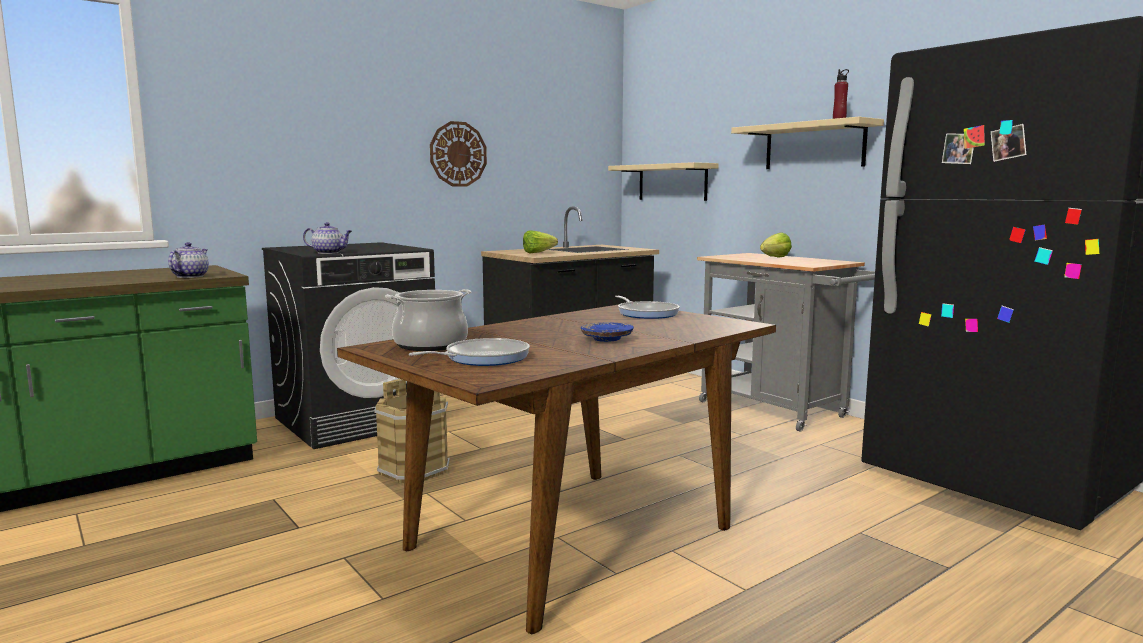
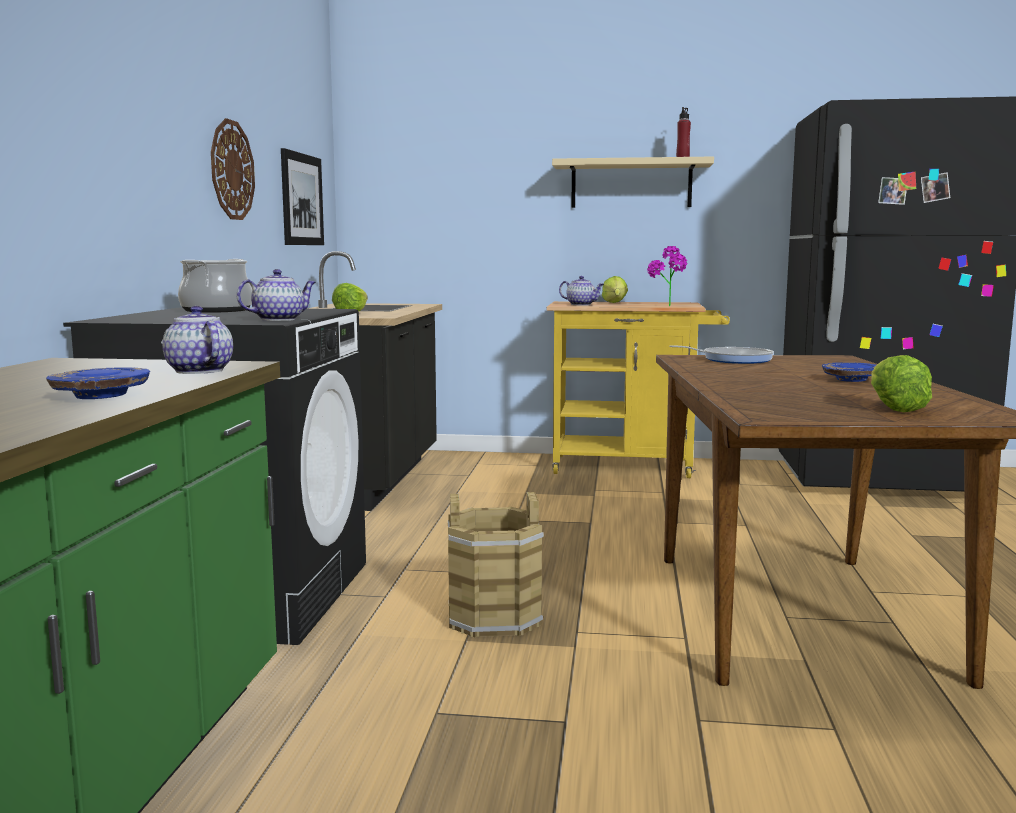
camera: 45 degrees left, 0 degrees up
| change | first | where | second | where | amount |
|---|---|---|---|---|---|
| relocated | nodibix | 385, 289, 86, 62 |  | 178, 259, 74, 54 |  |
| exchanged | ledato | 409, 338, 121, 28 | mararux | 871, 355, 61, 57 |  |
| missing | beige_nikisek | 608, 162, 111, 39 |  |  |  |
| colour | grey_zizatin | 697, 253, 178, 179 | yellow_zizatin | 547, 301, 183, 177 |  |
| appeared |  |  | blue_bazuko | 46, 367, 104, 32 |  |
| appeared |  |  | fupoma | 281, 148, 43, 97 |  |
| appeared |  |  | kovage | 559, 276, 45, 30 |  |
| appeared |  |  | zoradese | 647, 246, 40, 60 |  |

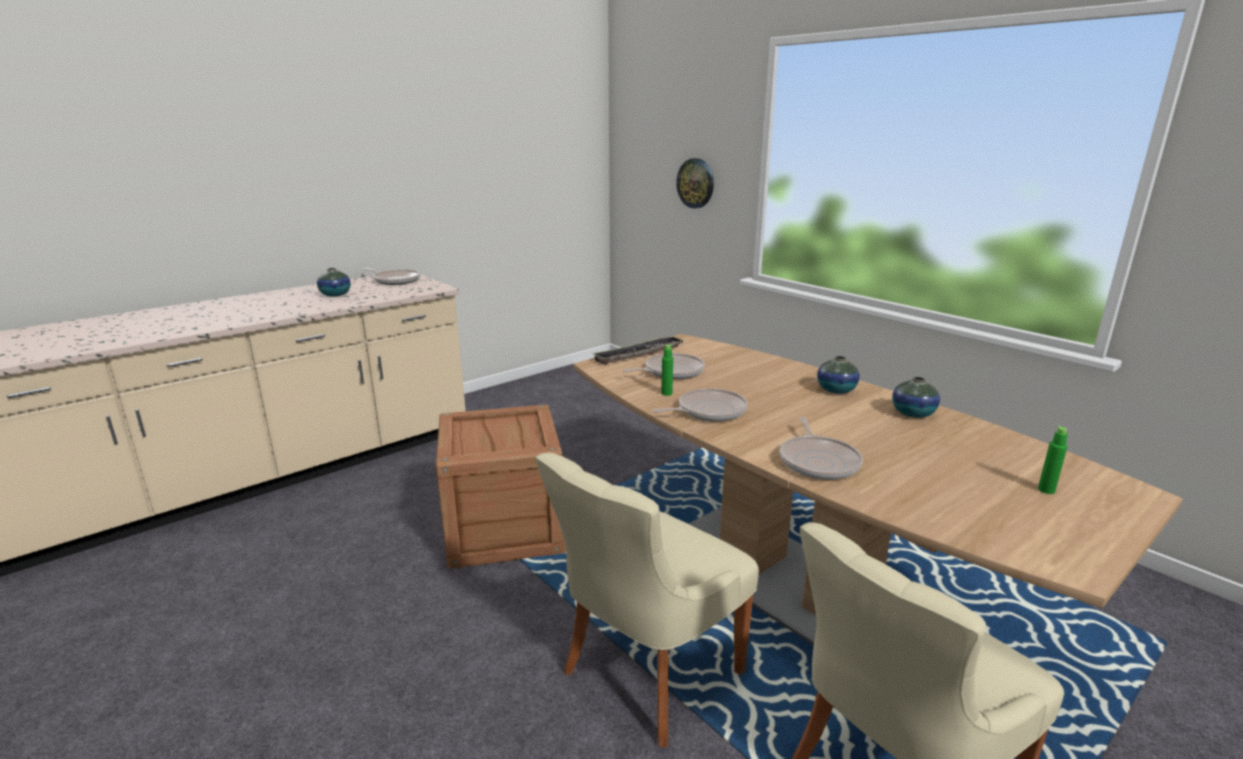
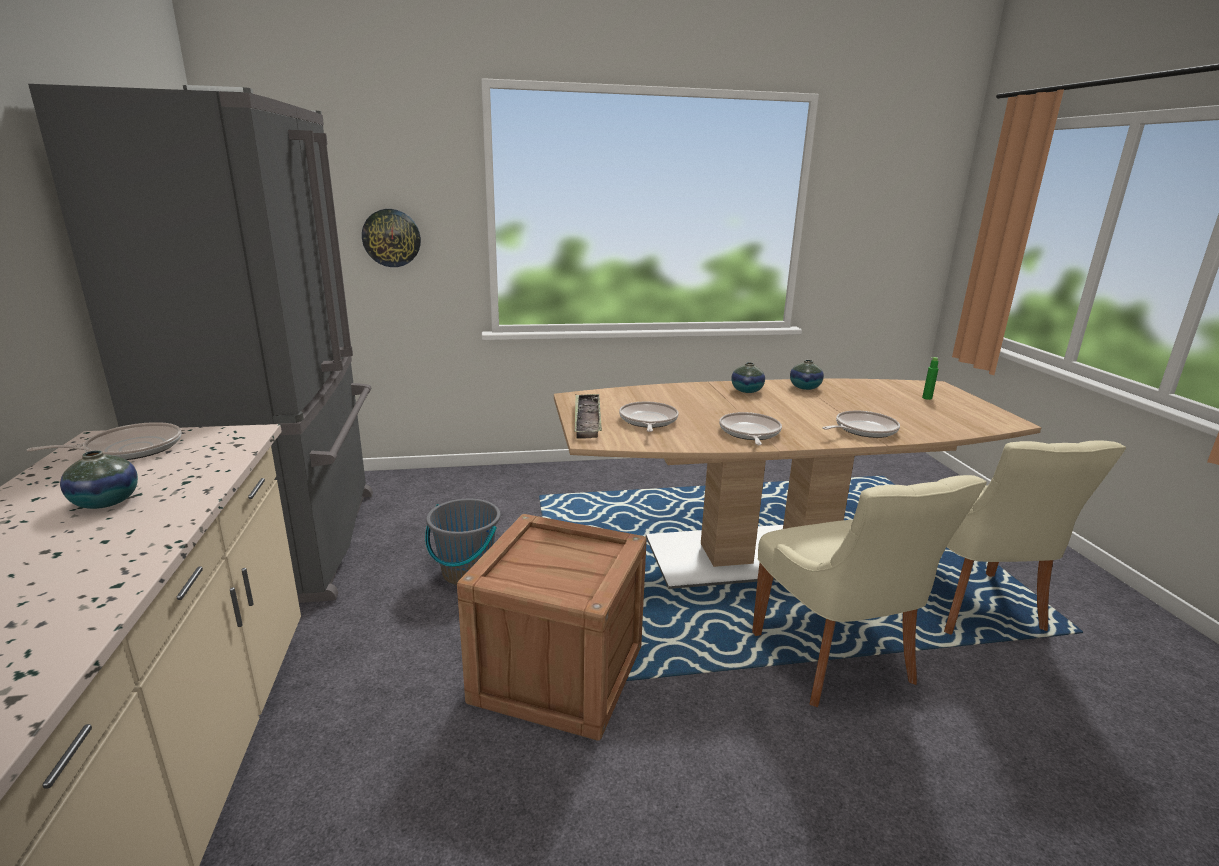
camera: 60 degrees left, 0 degrees up
| change | first | where | second | where | amount |
|---|---|---|---|---|---|
| missing | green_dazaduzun | 661, 345, 12, 51 |  |  |  |
| spun | ledato | 779, 417, 84, 63 |  | 822, 411, 78, 27 | 60 degrees counterclockwise |
| appeared |  |  | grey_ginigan | 28, 84, 345, 519 |  |
| appeared |  |  | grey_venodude | 425, 499, 76, 86 |  |

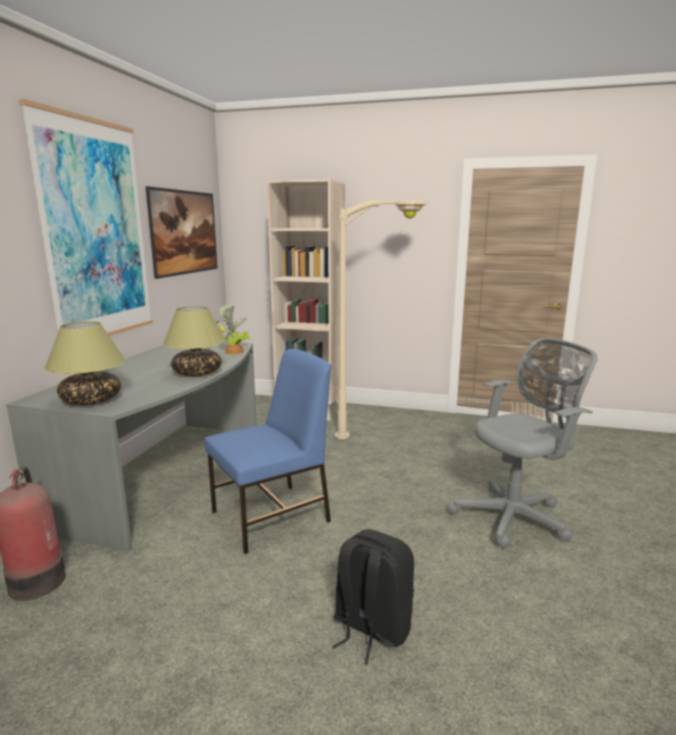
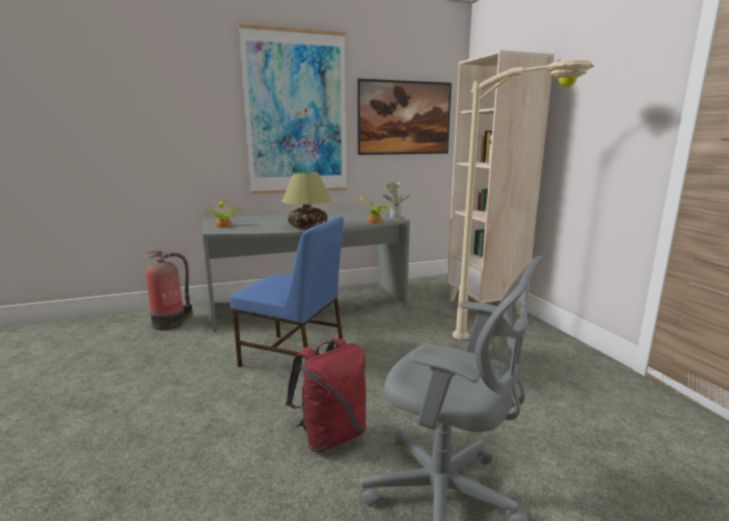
camera: 55 degrees right, 0 degrees up
| change | first | where | second | where | amount |
|---|---|---|---|---|---|
| exchanged | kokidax | 45, 321, 80, 84 | zoradese | 206, 194, 35, 34 |  |
| missing | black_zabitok | 333, 529, 81, 136 |  |  |  |
| appeared |  |  | red_zabitok | 286, 338, 80, 114 |  |

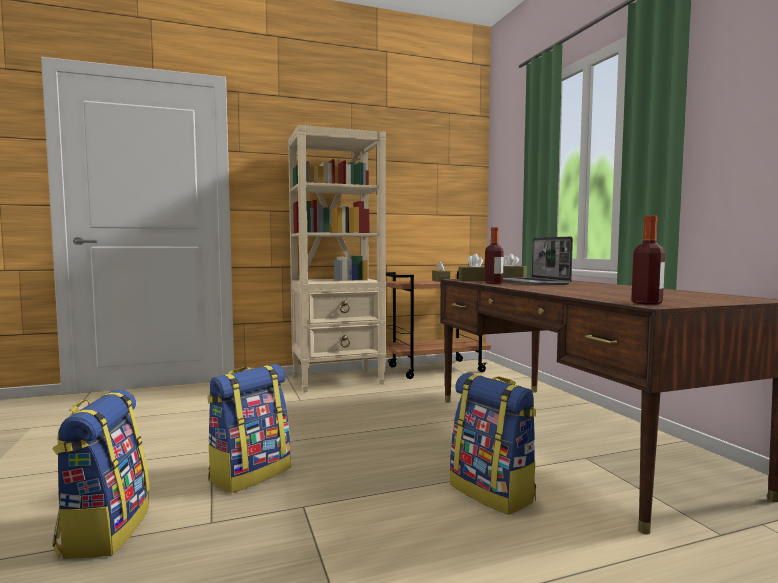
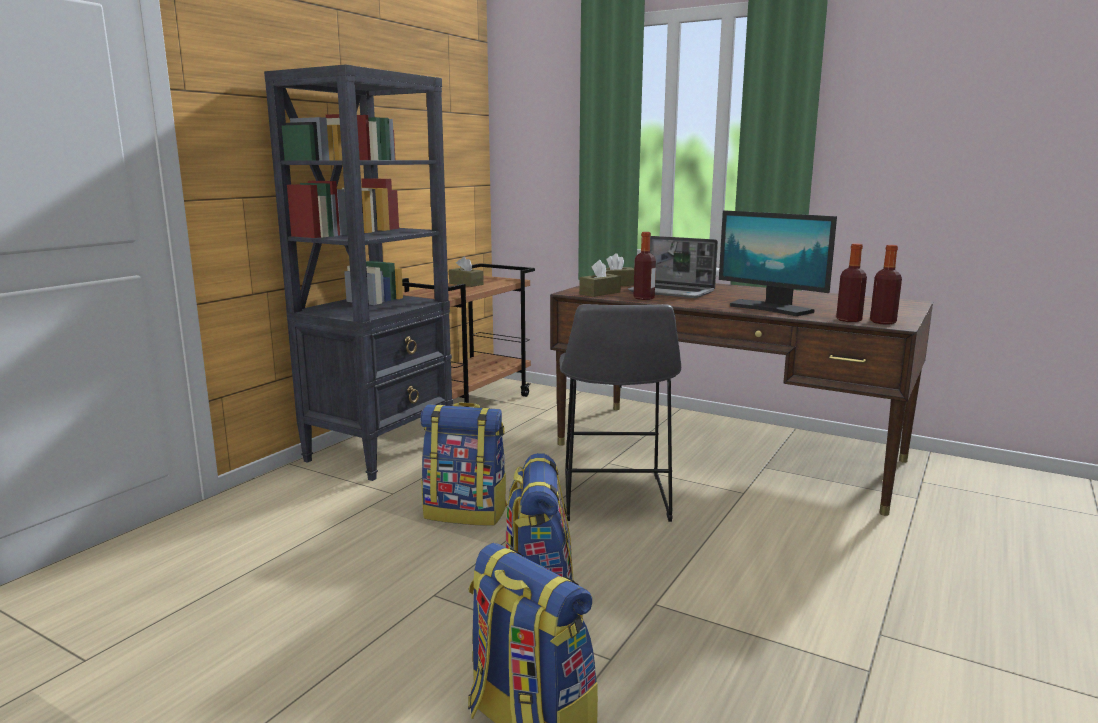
camera: 40 degrees left, 10 degrees up
| change | first | where | second | where | amount |
|---|---|---|---|---|---|
| colour | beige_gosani | 288, 125, 98, 267 | black_gosani | 264, 64, 189, 417 |  |
| relocated | zabitok | 450, 373, 87, 142 |  | 420, 402, 87, 124 |  |
| appeared |  |  | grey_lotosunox | 560, 304, 121, 218 |  |
| appeared |  |  | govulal | 719, 210, 118, 106 |  |
| appeared |  |  | dazaduzun | 836, 243, 31, 79 |  |

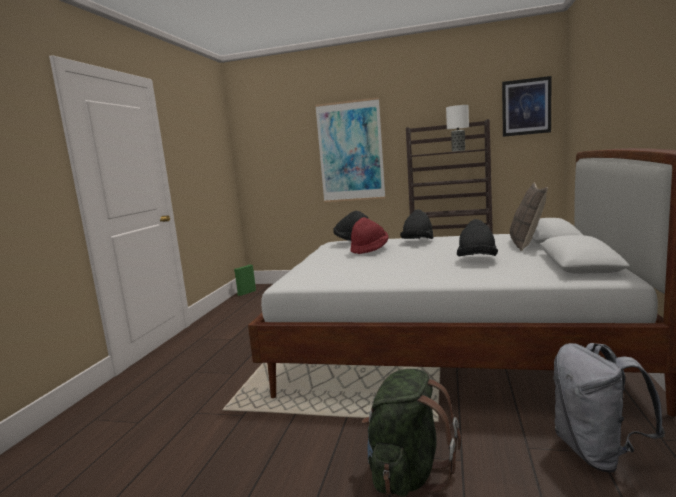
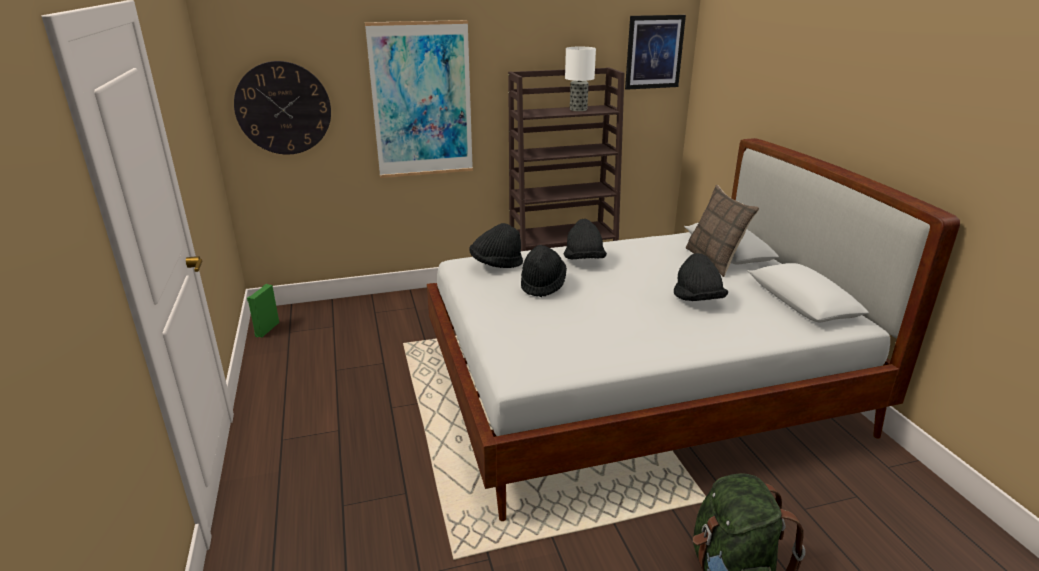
camera: 30 degrees left, 15 degrees up
| change | first | where | second | where | amount |
|---|---|---|---|---|---|
| colour | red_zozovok | 350, 217, 39, 37 | black_zozovok | 521, 245, 46, 52 |  |
| missing | grey_zabitok | 553, 343, 112, 130 |  |  |  |
| appeared |  |  | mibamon | 234, 61, 97, 94 |  |

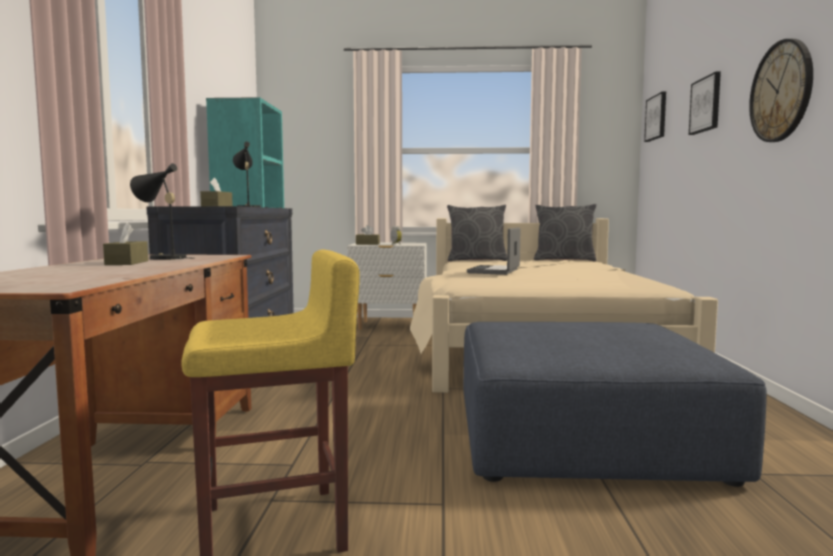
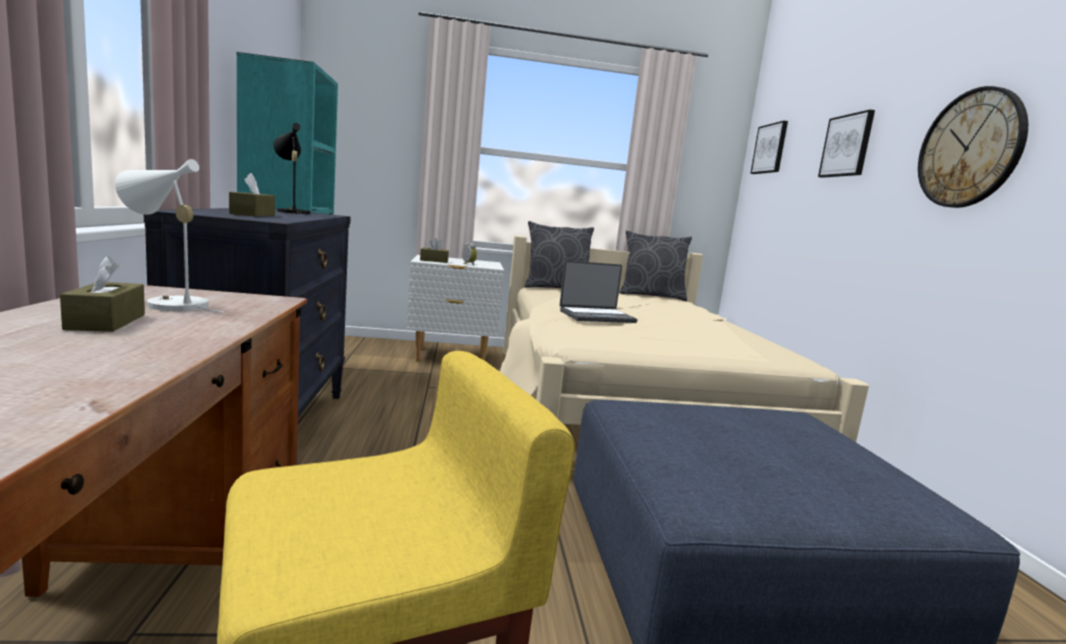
camera: 10 degrees left, 5 degrees up
| change | first | where | second | where | amount |
|---|---|---|---|---|---|
| colour | black_kokidax | 130, 163, 65, 97 | white_kokidax | 115, 159, 110, 154 |  |
| spun | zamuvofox | 467, 227, 54, 48 |  | 560, 260, 77, 63 | 120 degrees counterclockwise |

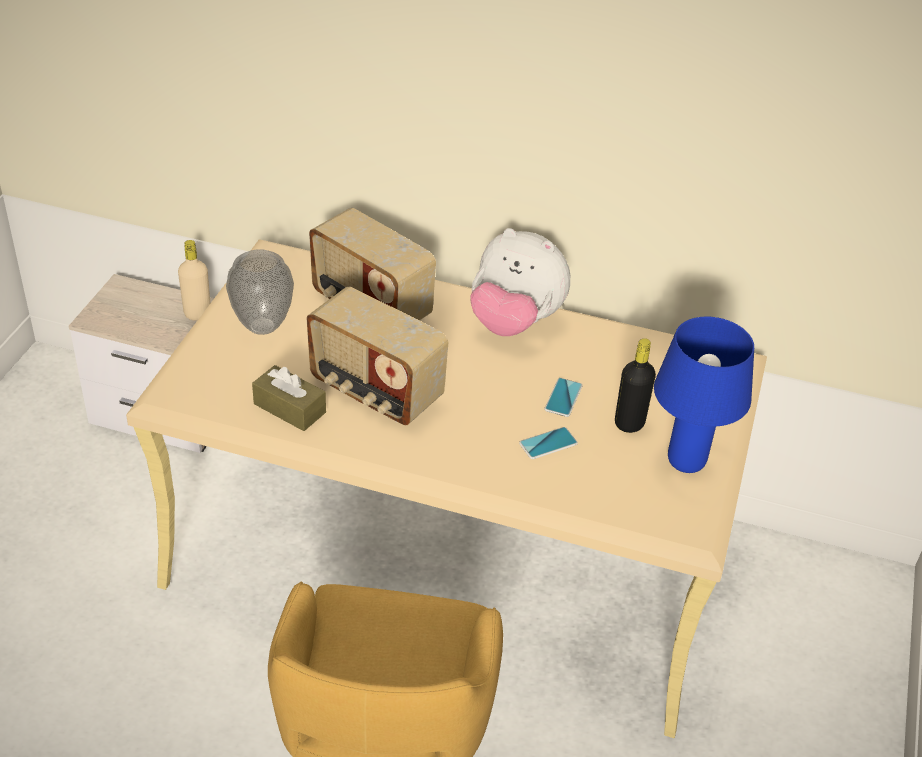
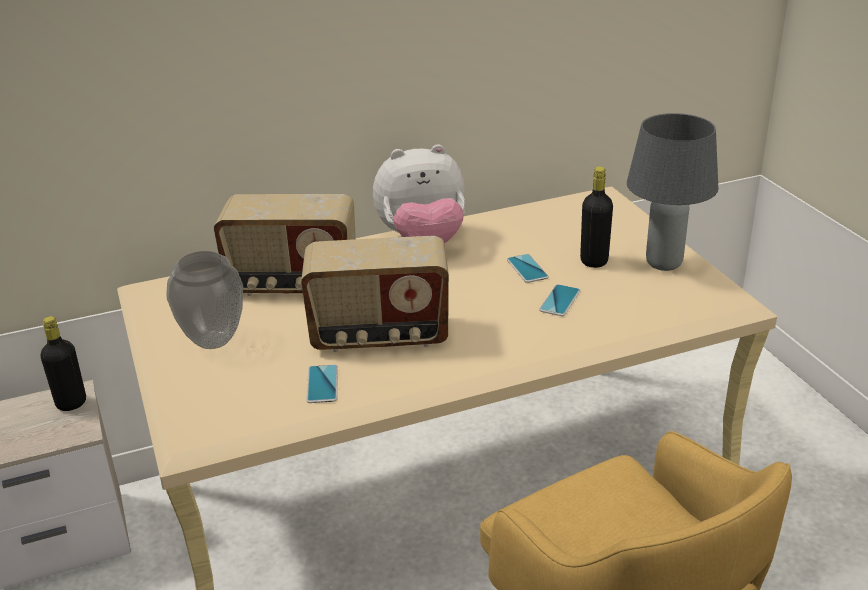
camera: 35 degrees left, 10 degrees down
| change | first | where | second | where | amount |
|---|---|---|---|---|---|
| colour | beige_dazaduzun | 178, 240, 32, 81 | black_dazaduzun | 40, 316, 46, 95 |  |
| exchanged | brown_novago | 252, 365, 74, 66 | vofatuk | 306, 365, 32, 38 |  |
| colour | blue_kokidax | 654, 317, 100, 156 | grey_kokidax | 627, 113, 91, 158 |  |

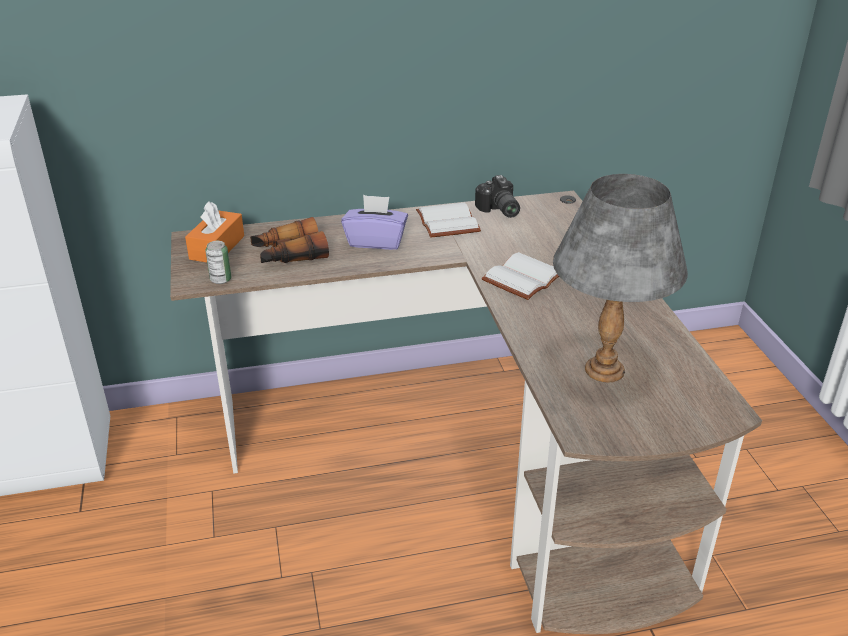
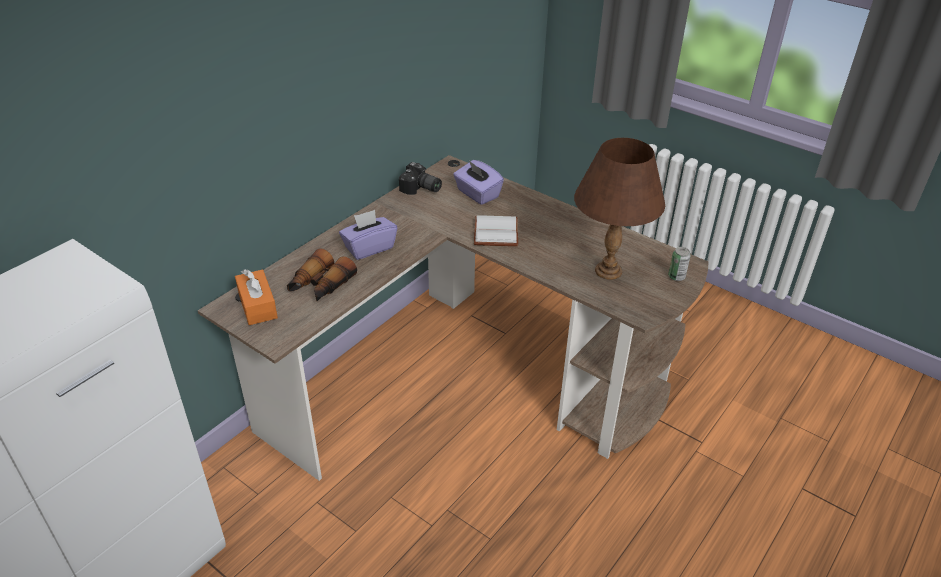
camera: 40 degrees left, 5 degrees up
| change | first | where | second | where | amount |
|---|---|---|---|---|---|
| relocated | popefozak | 205, 241, 26, 43 |  | 668, 247, 22, 34 |  |
| missing | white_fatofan | 416, 202, 65, 36 |  |  |  |
| colour | grey_kokidax | 553, 174, 135, 208 | brown_kokidax | 574, 138, 91, 142 |  |
| appeared |  |  | purple_novago | 453, 160, 51, 45 |  |

